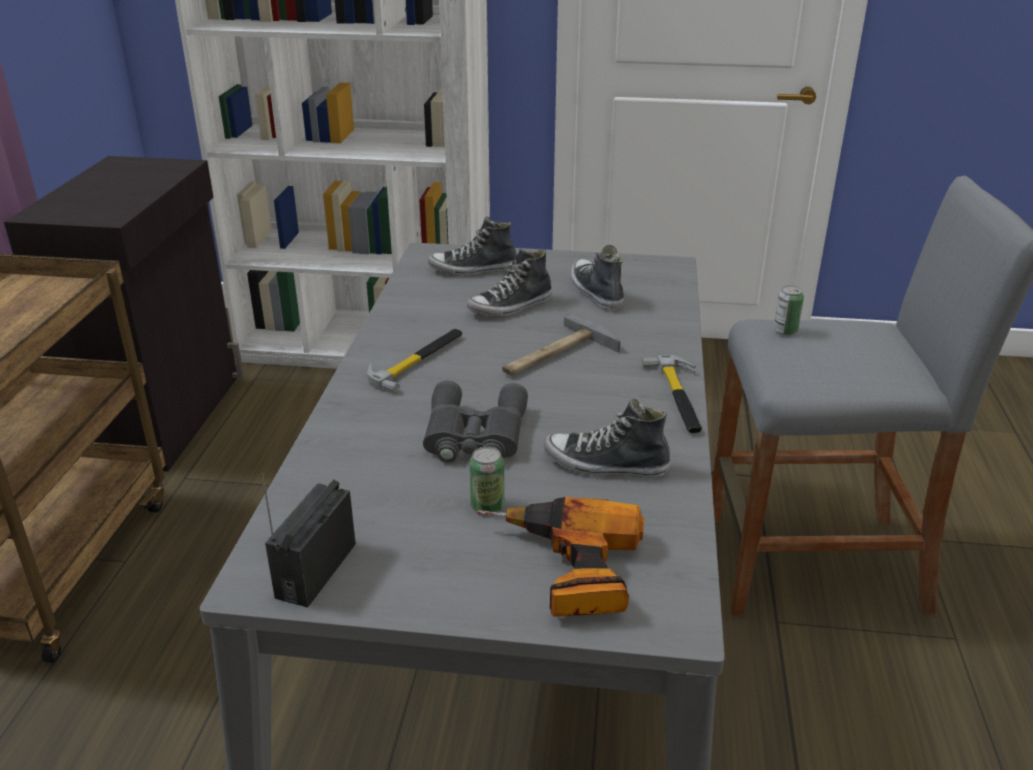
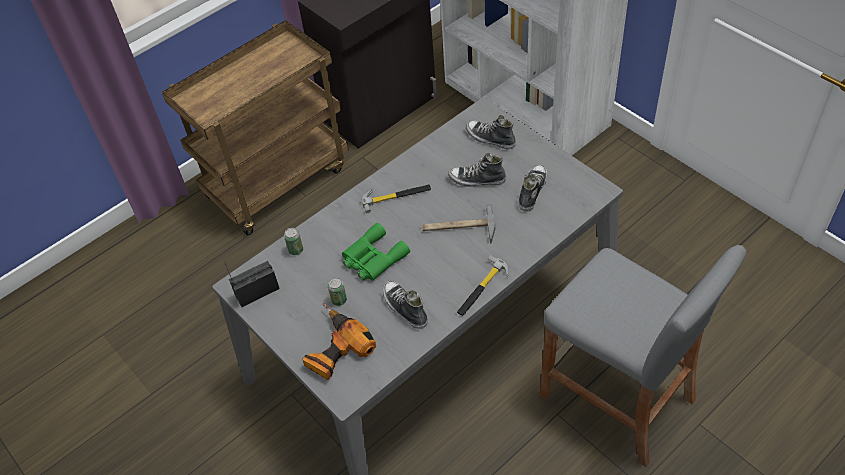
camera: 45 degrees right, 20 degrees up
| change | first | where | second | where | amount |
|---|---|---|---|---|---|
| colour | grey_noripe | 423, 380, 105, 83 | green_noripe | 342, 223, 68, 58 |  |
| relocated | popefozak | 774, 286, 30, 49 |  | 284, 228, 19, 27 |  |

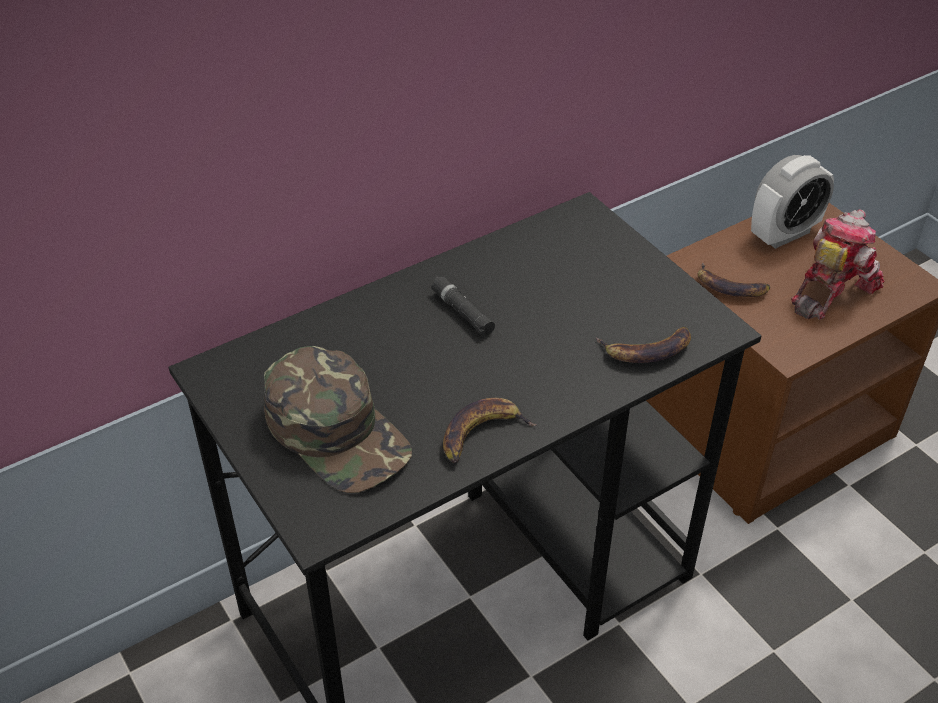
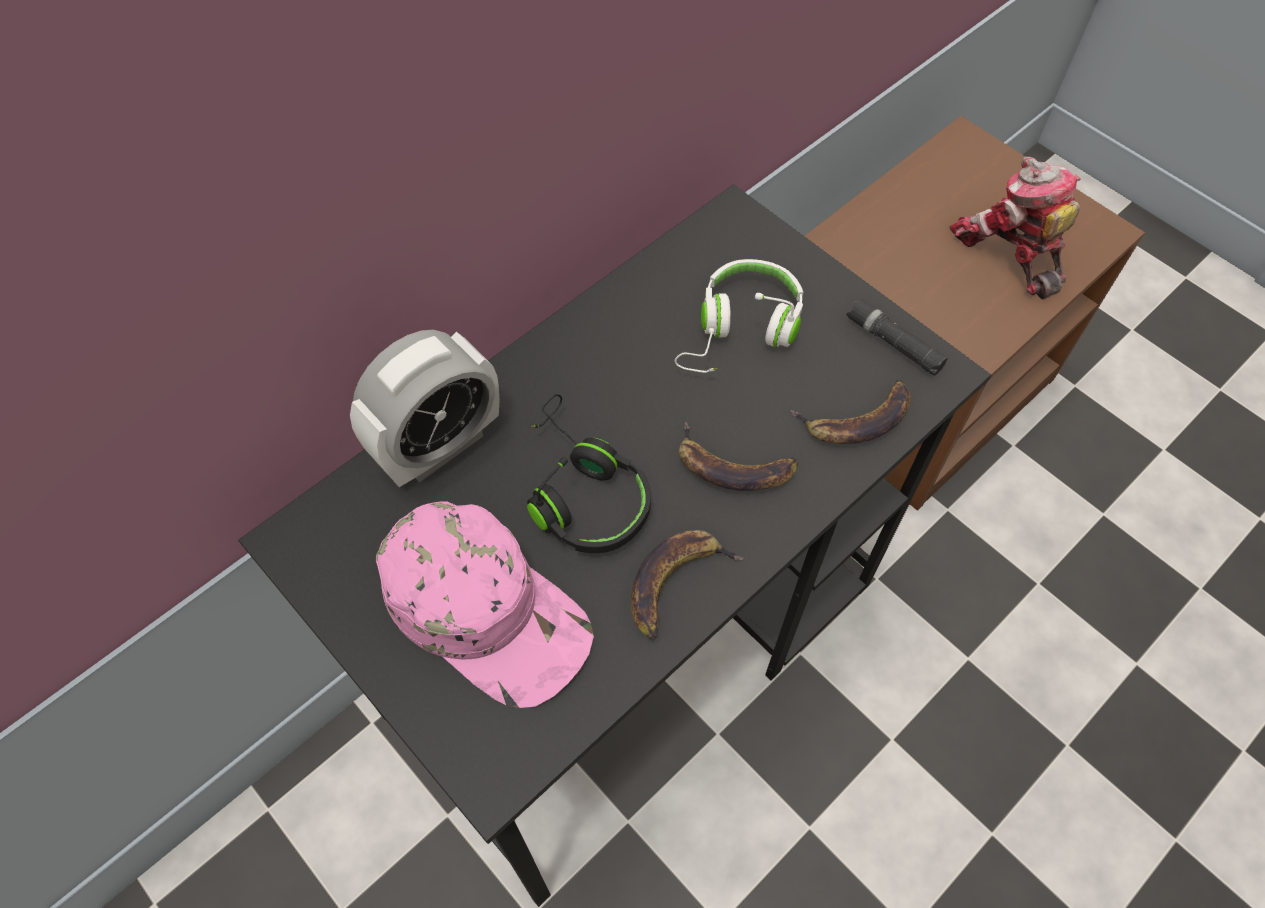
camera: 10 degrees left, 15 degrees up
| change | first | where | second | where | amount |
|---|---|---|---|---|---|
| colour | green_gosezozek | 264, 346, 148, 147 | pink_gosezozek | 376, 501, 218, 207 |  |
| relocated | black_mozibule | 431, 276, 64, 60 |  | 847, 298, 101, 78 |  |
| relocated | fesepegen | 698, 262, 72, 35 |  | 679, 422, 119, 69 |  |
| relocated | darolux | 751, 155, 83, 94 |  | 350, 330, 149, 157 |  |
| spun | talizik | 791, 209, 94, 111 |  | 949, 156, 132, 143 | 60 degrees counterclockwise |
| appeared |  |  | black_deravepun | 527, 394, 124, 159 |  |
| appeared |  |  | white_deravepun | 675, 259, 128, 114 |  |

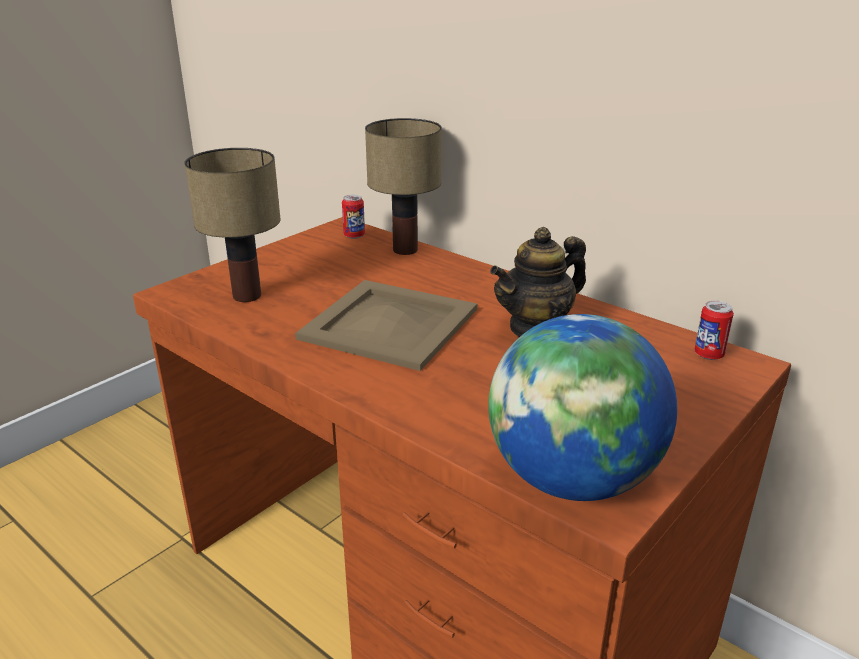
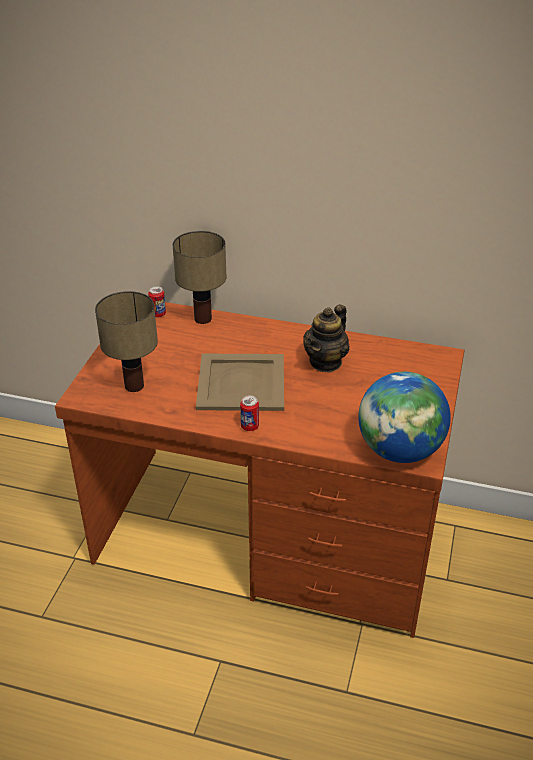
camera: 25 degrees left, 10 degrees up
| change | first | where | second | where | amount |
|---|---|---|---|---|---|
| relocated | popefozak | 694, 301, 40, 59 |  | 240, 395, 19, 36 |  |

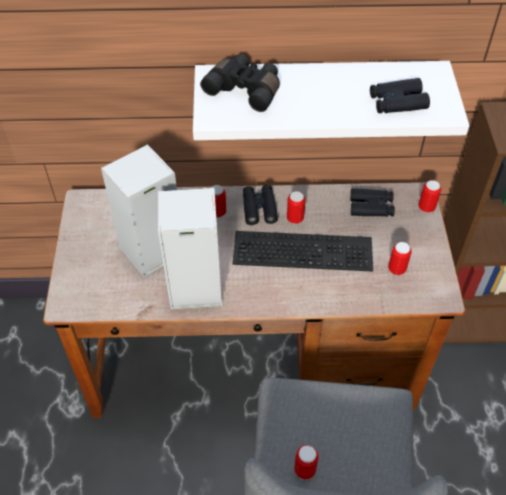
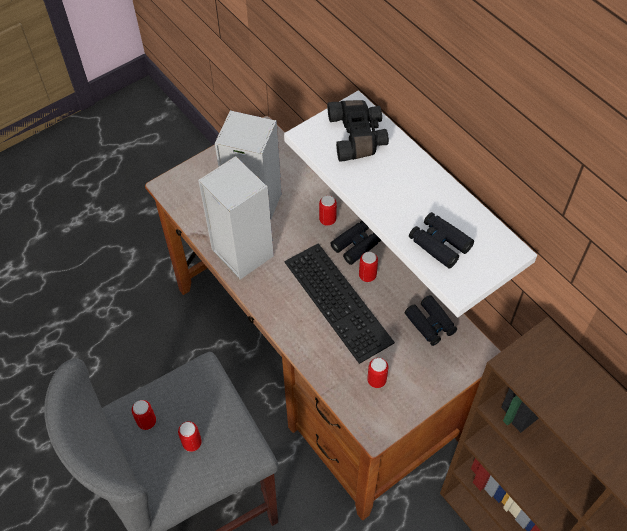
camera: 55 degrees right, 5 degrees up
| change | first | where | second | where | amount |
|---|---|---|---|---|---|
| relocated | popefozak | 419, 180, 22, 33 |  | 178, 421, 24, 31 |  |

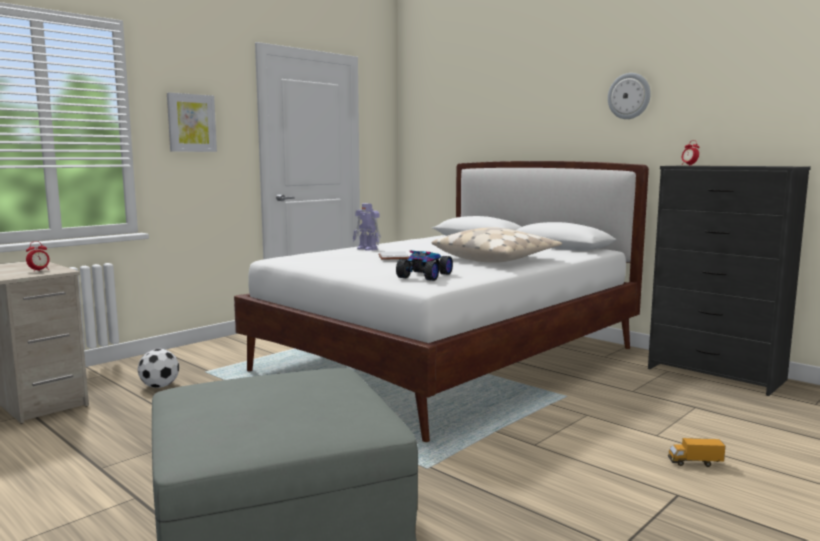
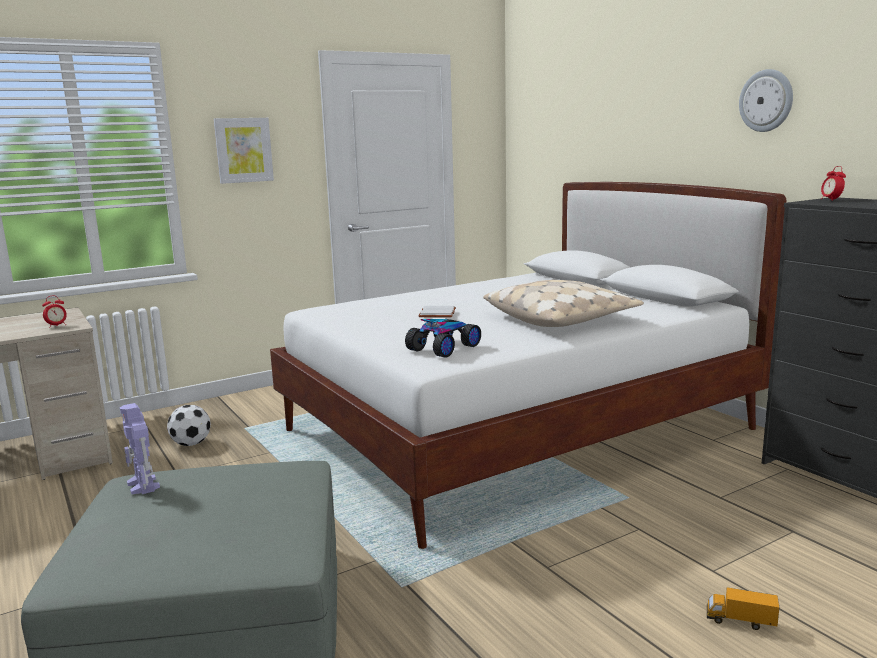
camera: 15 degrees right, 5 degrees up
| change | first | where | second | where | amount |
|---|---|---|---|---|---|
| relocated | talizik | 353, 203, 28, 48 |  | 120, 403, 40, 91 |  |

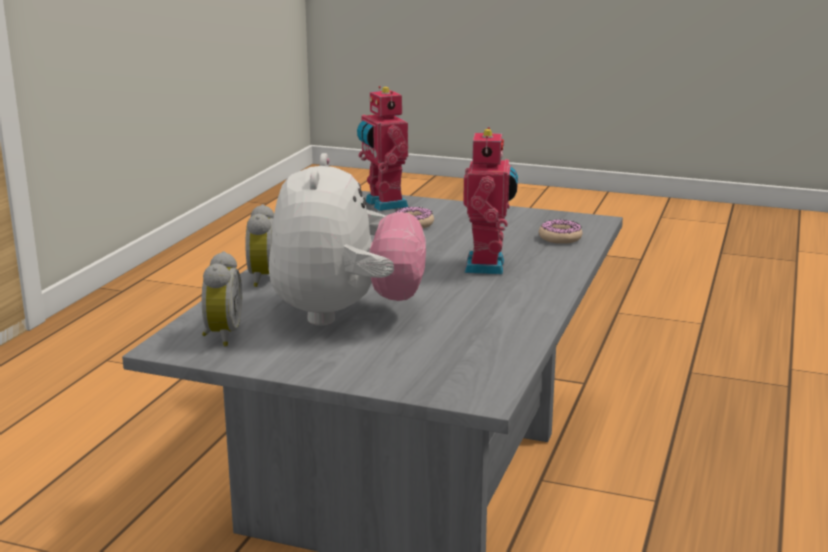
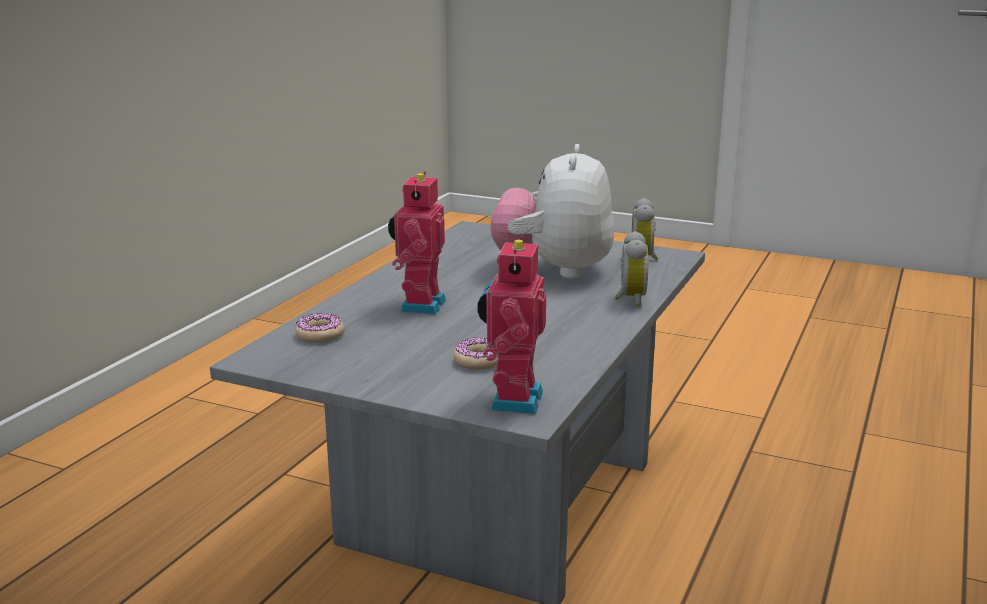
camera: 175 degrees left, 0 degrees up
| change | first | where | second | where | amount |
|---|---|---|---|---|---|
| spun | talizik | 357, 86, 51, 125 |  | 477, 236, 69, 178 | 150 degrees counterclockwise |

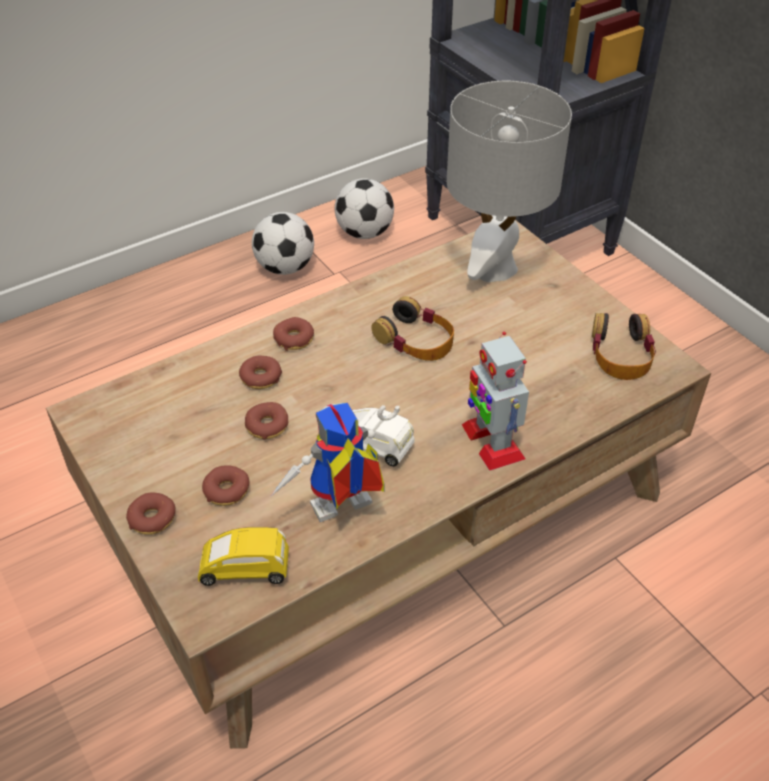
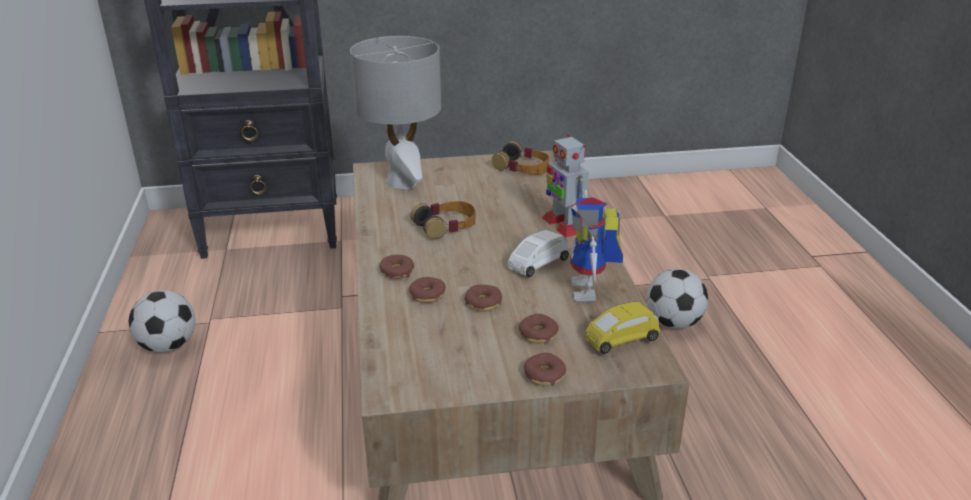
camera: 65 degrees left, 15 degrees down
| change | first | where | second | where | amount |
|---|---|---|---|---|---|
| spun | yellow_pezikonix | 198, 527, 91, 59 |  | 584, 301, 76, 53 | 45 degrees clockwise |
| relocated | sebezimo | 335, 178, 59, 61 |  | 646, 269, 62, 60 |  |
| spun | talizik | 462, 332, 67, 139 |  | 542, 134, 47, 104 | 60 degrees clockwise |

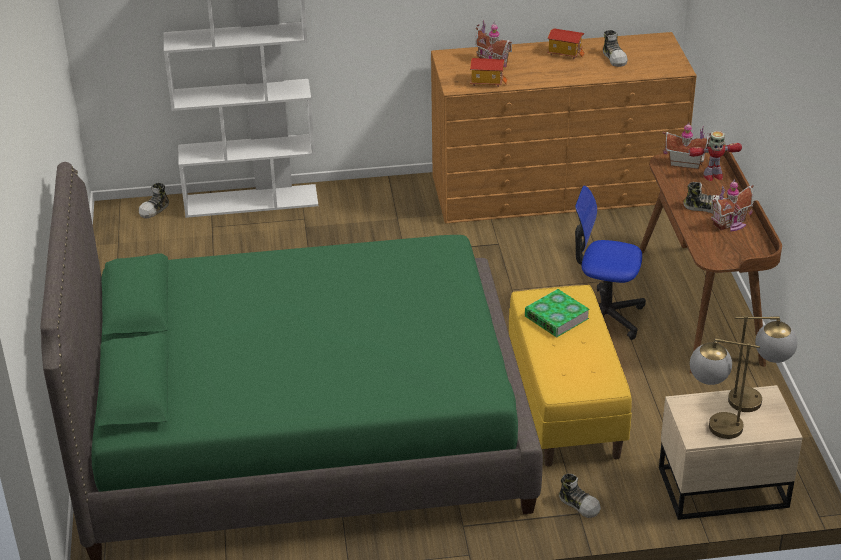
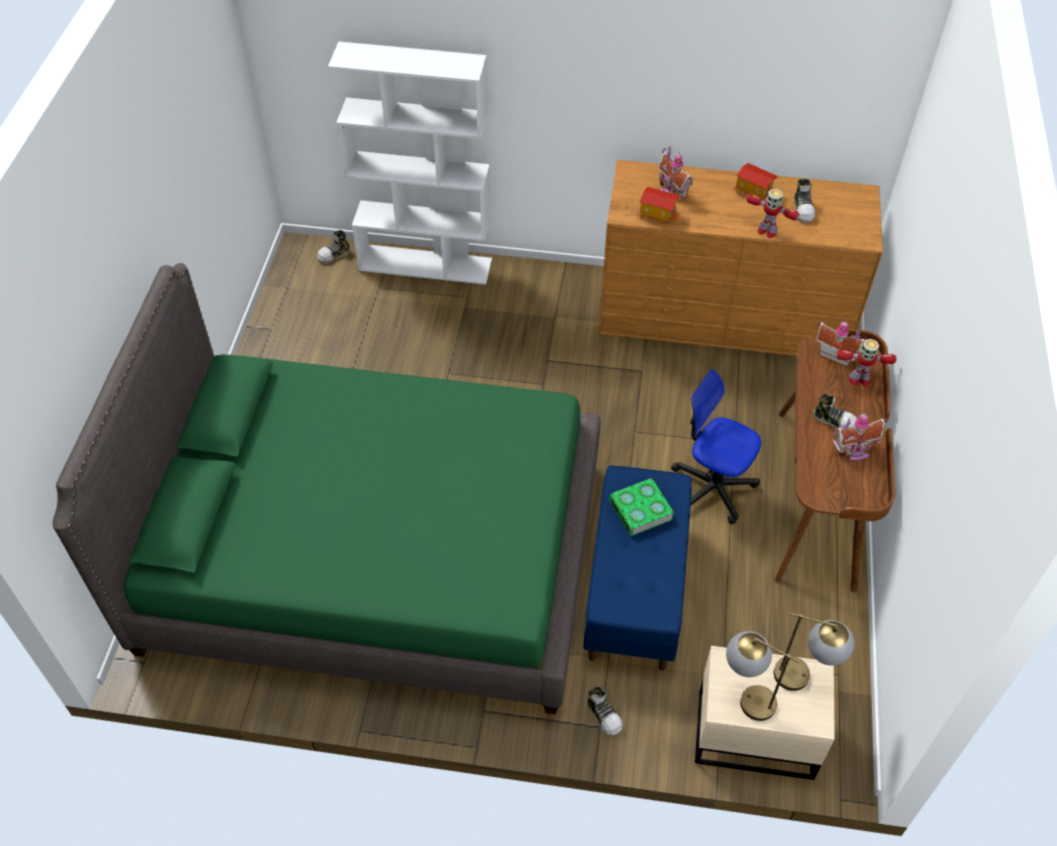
camera: 15 degrees right, 15 degrees up
| change | first | where | second | where | amount |
|---|---|---|---|---|---|
| colour | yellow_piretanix | 509, 285, 123, 182 | blue_piretanix | 583, 466, 109, 204 |  |
| appeared |  |  | talizik | 746, 189, 53, 49 |  |

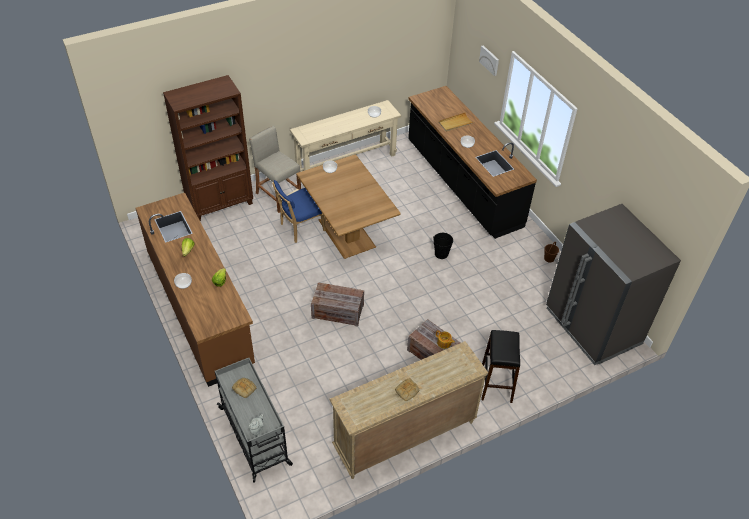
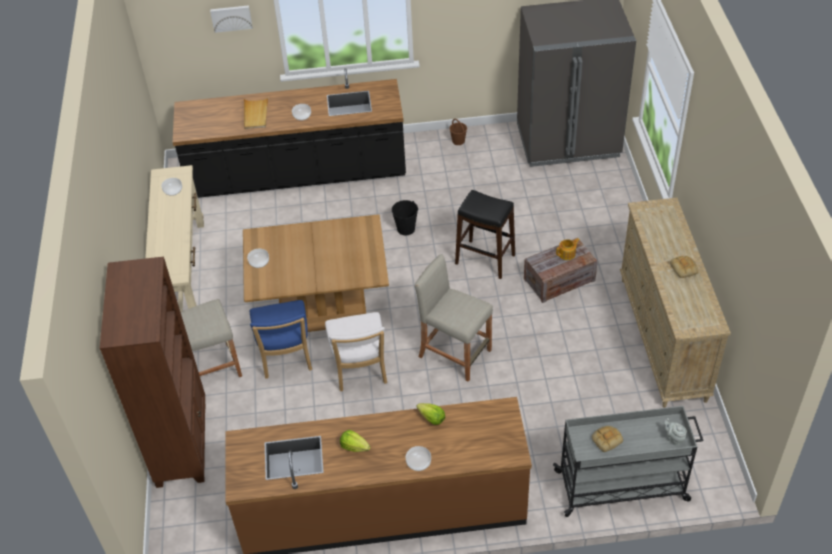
camera: 65 degrees left, 0 degrees up
| change | first | where | second | where | amount |
|---|---|---|---|---|---|
| exchanged | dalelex | 311, 282, 53, 45 | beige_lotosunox | 415, 254, 78, 128 |  |
| relocated | black_lotosunox | 481, 330, 39, 73 |  | 455, 190, 60, 89 |  |
| appeared |  |  | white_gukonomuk | 325, 312, 62, 79 |  |

